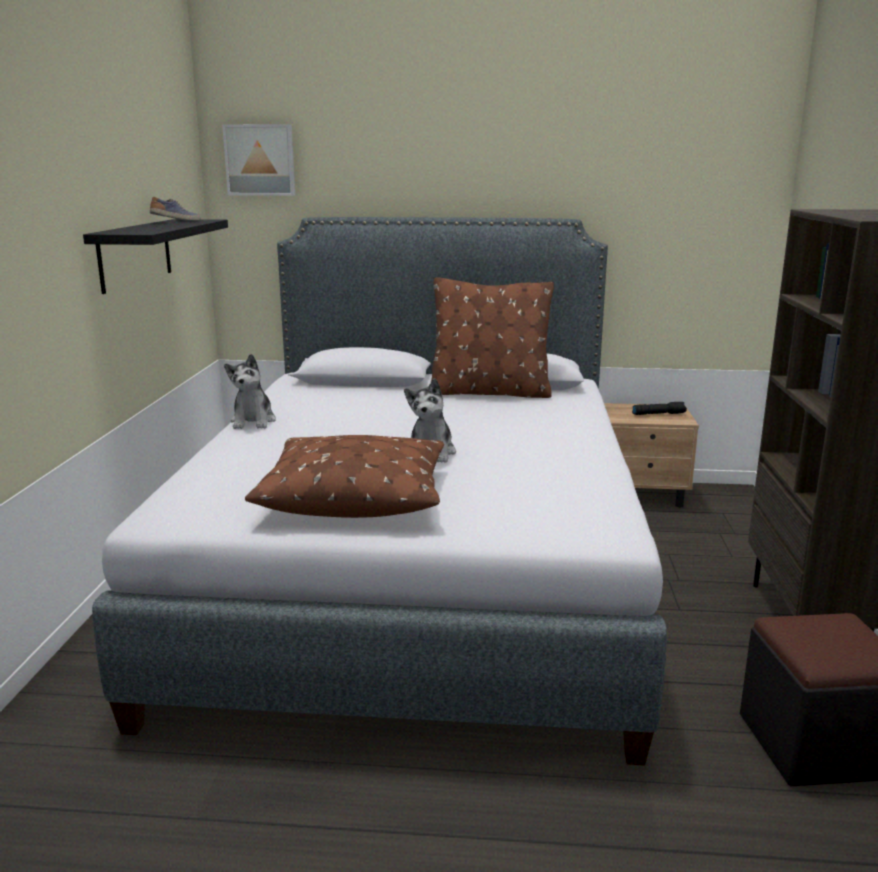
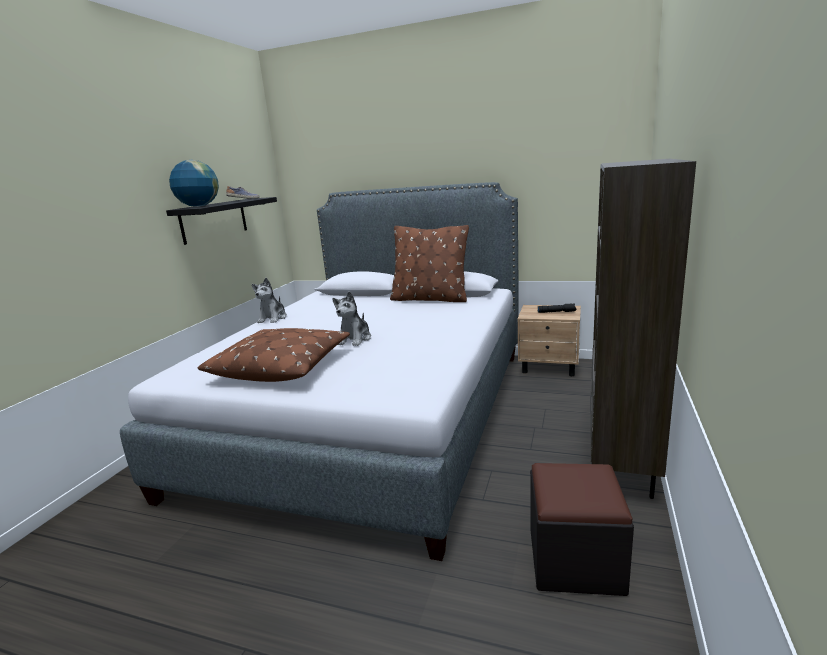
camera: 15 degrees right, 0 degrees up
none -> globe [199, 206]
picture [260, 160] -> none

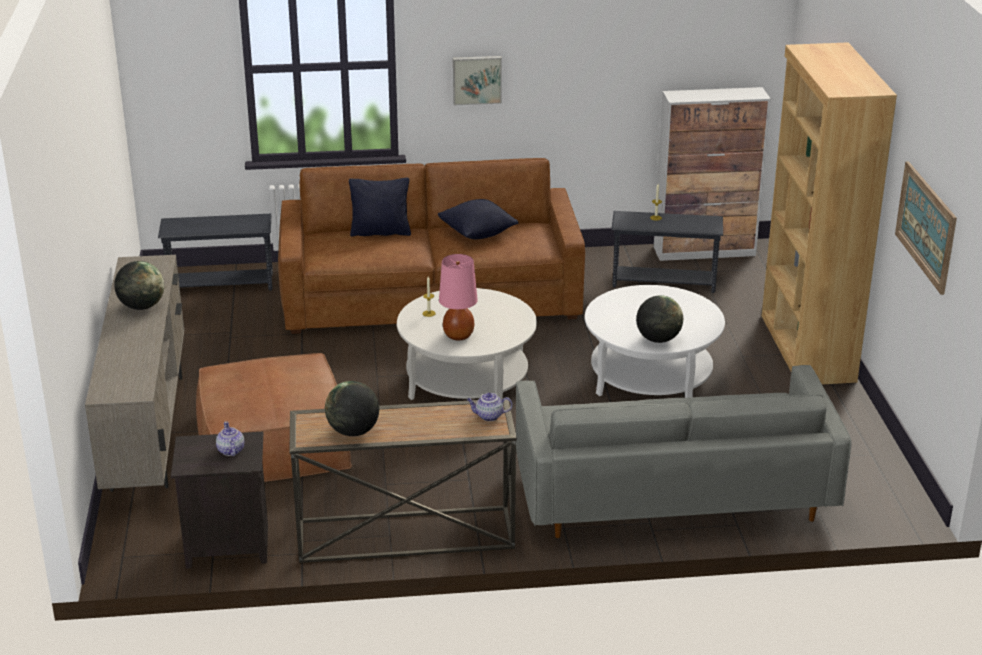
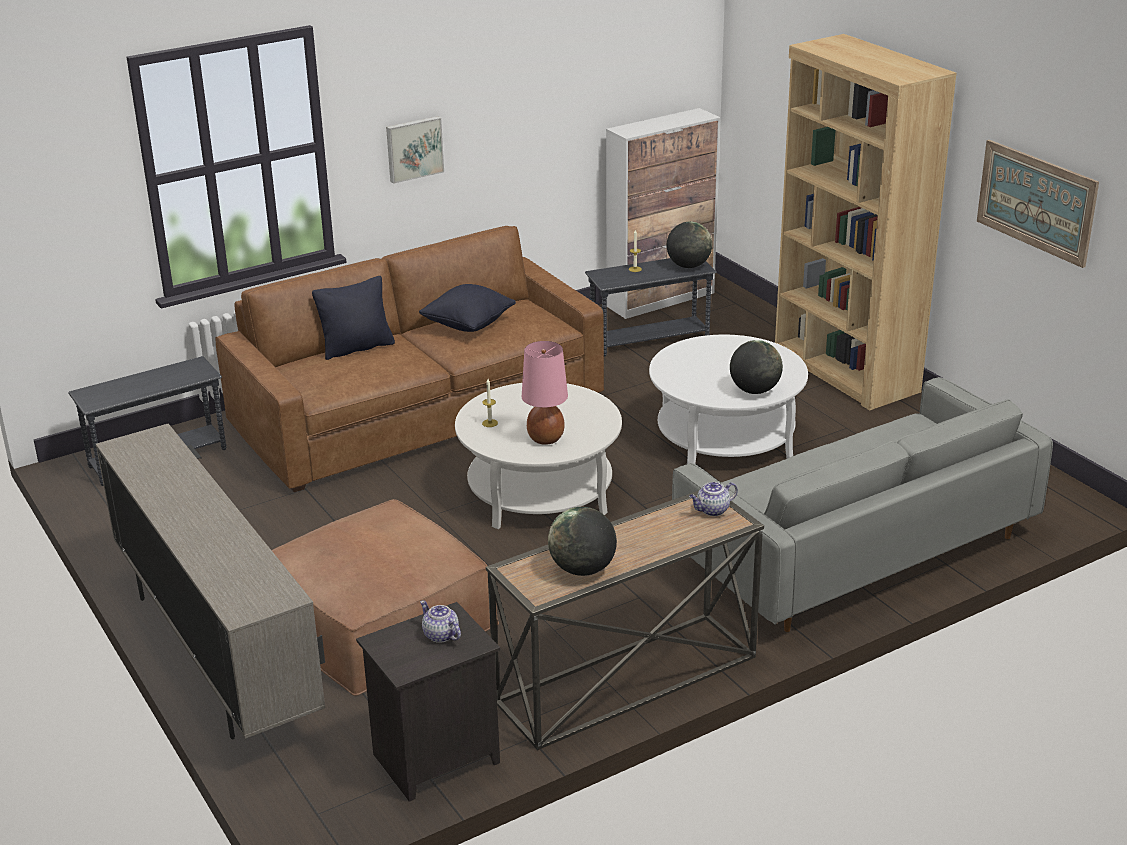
camera: 25 degrees left, 0 degrees up
globe [141, 306] -> globe [688, 266], shifted

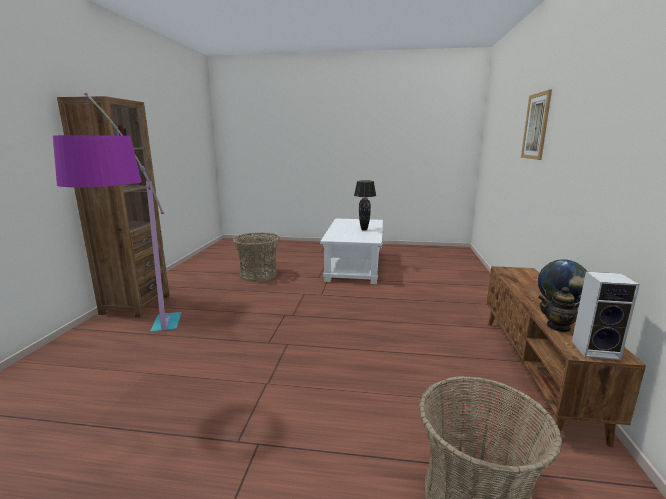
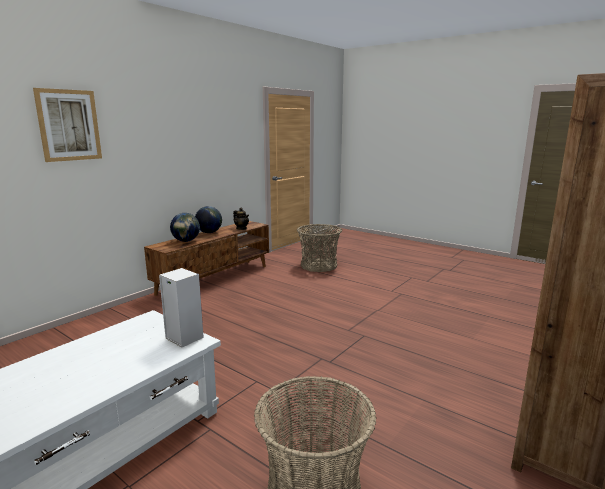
camera: 150 degrees left, 0 degrees up
speaker [596, 350] -> speaker [183, 337], shifted
none -> globe [186, 241]
floor lamp [153, 357] -> none
black table lamp [364, 229] -> none

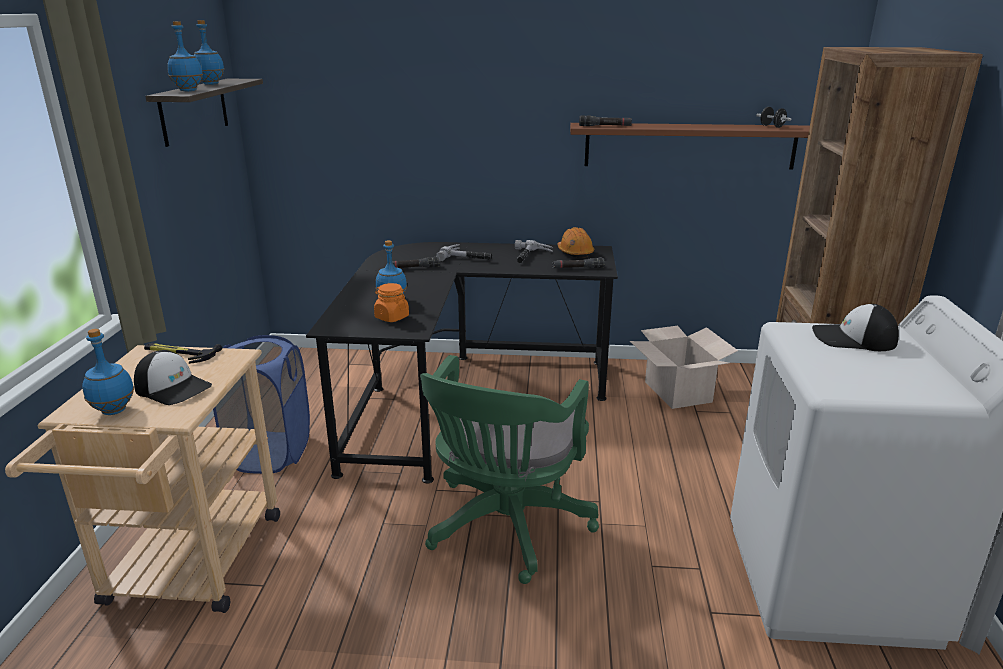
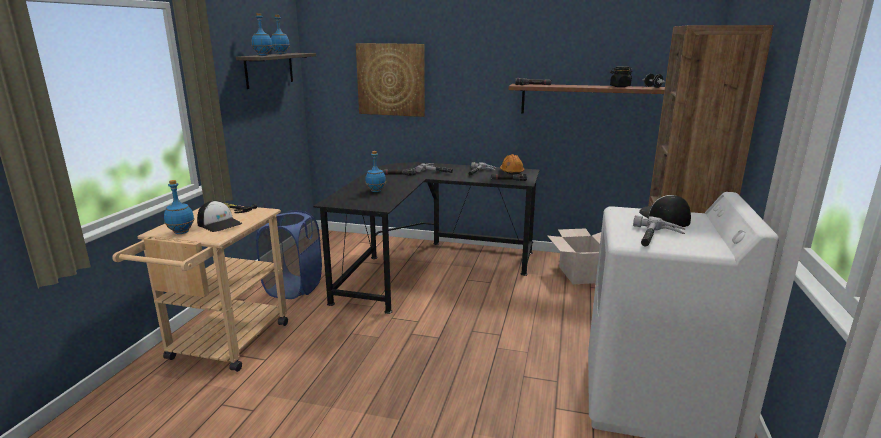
camera: 10 degrees right, 5 degrees down
none -> picture [391, 79]
none -> black jar [619, 86]
none -> hammer [655, 238]
cap [853, 339] -> cap [663, 218], 60 degrees clockwise
orange jar [391, 317] -> none
green office chair [505, 528] -> none

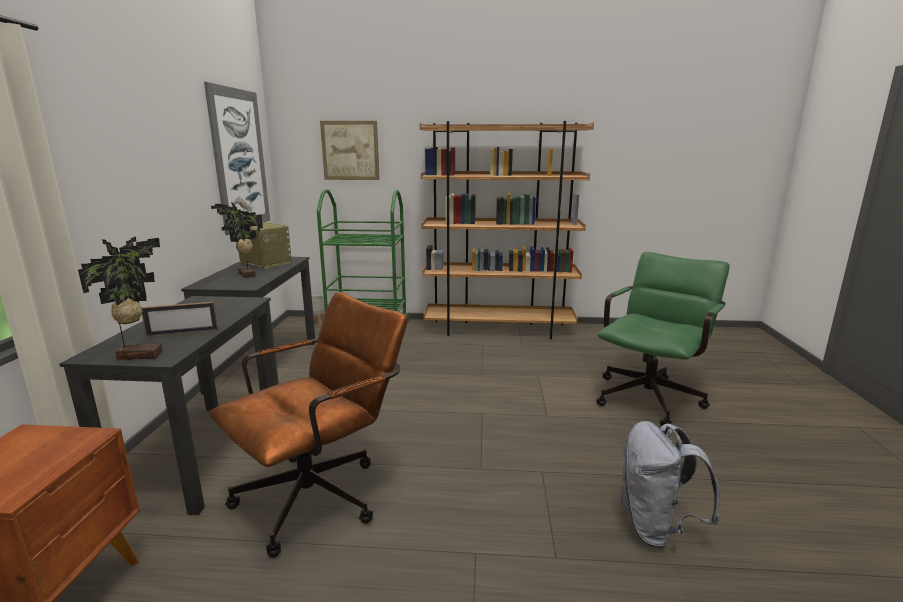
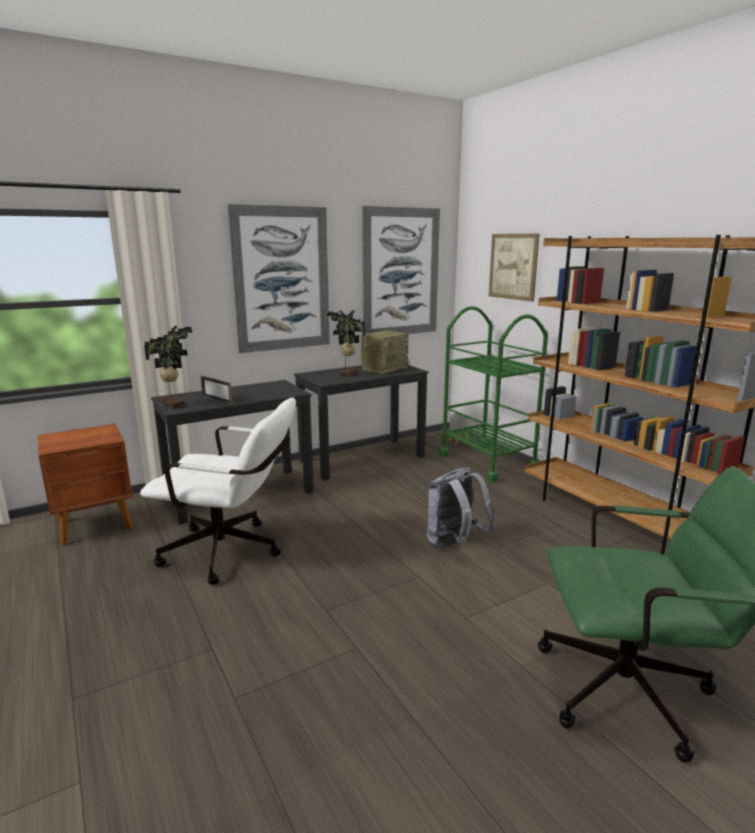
camera: 55 degrees right, 0 degrees up
brown office chair [321, 493] -> white office chair [231, 553]
none -> picture [282, 279]
radio [265, 263] -> radio [384, 368], 45 degrees clockwise
grey backpack [656, 527] -> grey backpack [454, 544], shifted

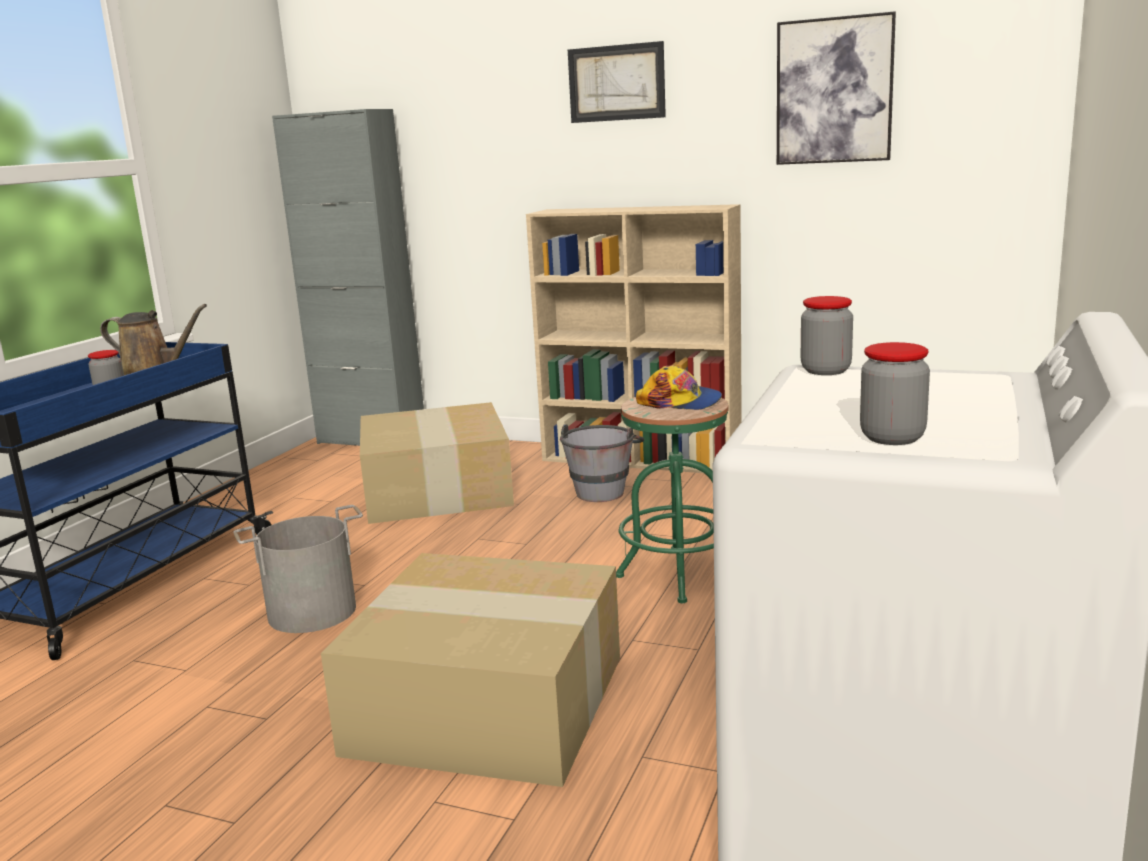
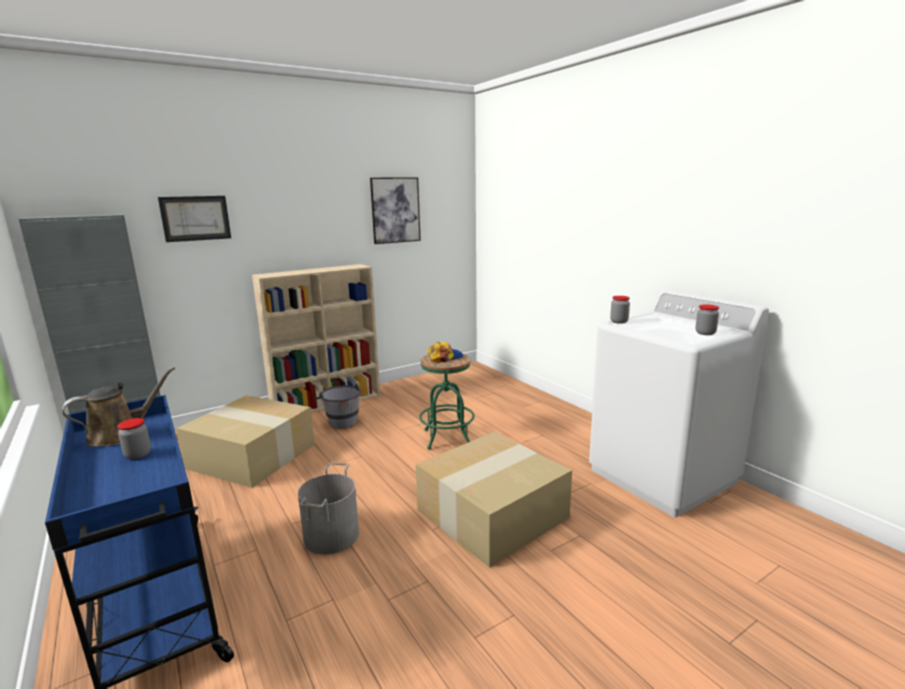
camera: 55 degrees left, 0 degrees up
picture [616, 83] -> picture [195, 218], shifted

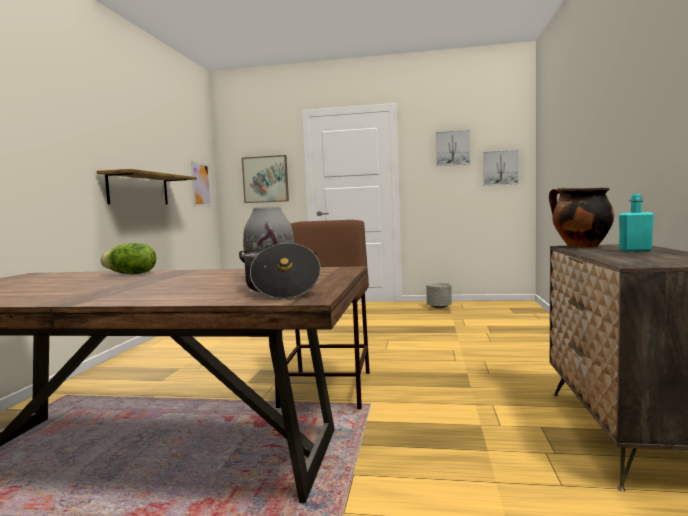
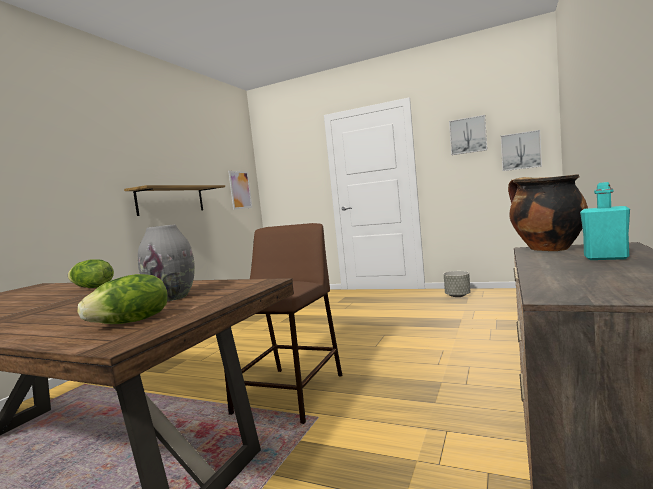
camera: 15 degrees right, 0 degrees up
cooking pot [280, 290] -> lettuce [131, 322]
picture [265, 179] -> none

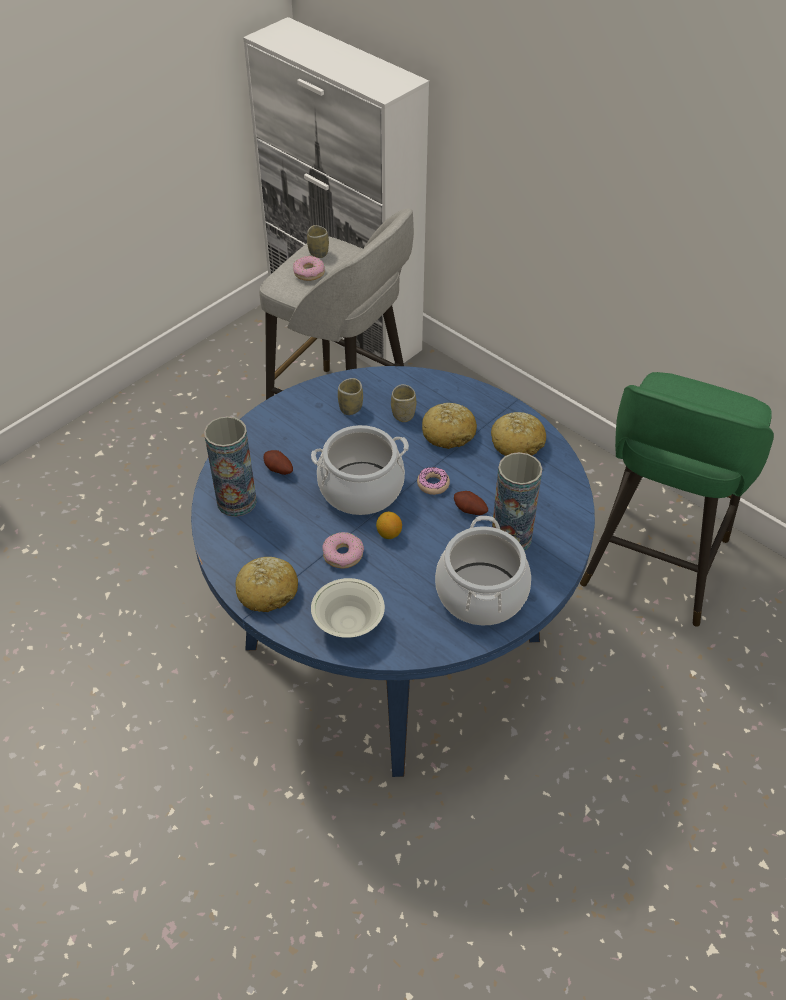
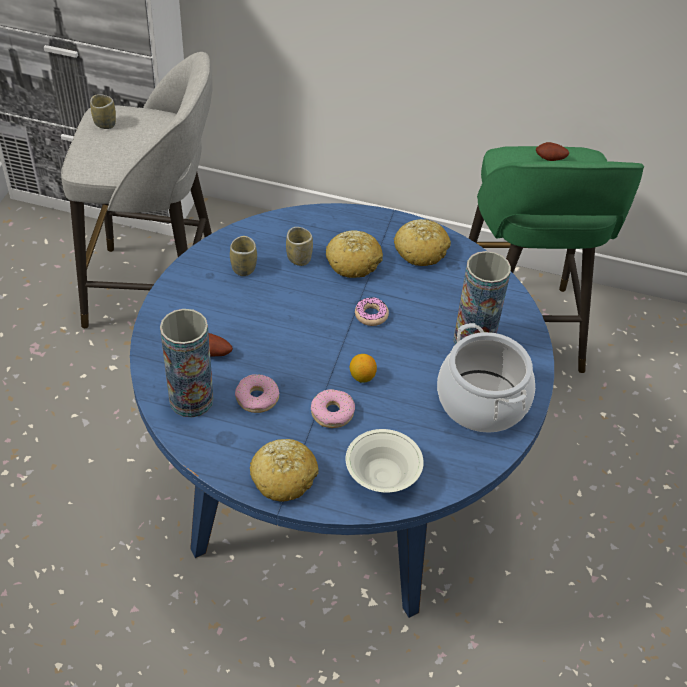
camera: 30 degrees left, 0 degrees up
donut [309, 272] -> donut [257, 398], shifted
potato [469, 511] -> potato [550, 159], shifted
cooking pot [361, 489] -> none

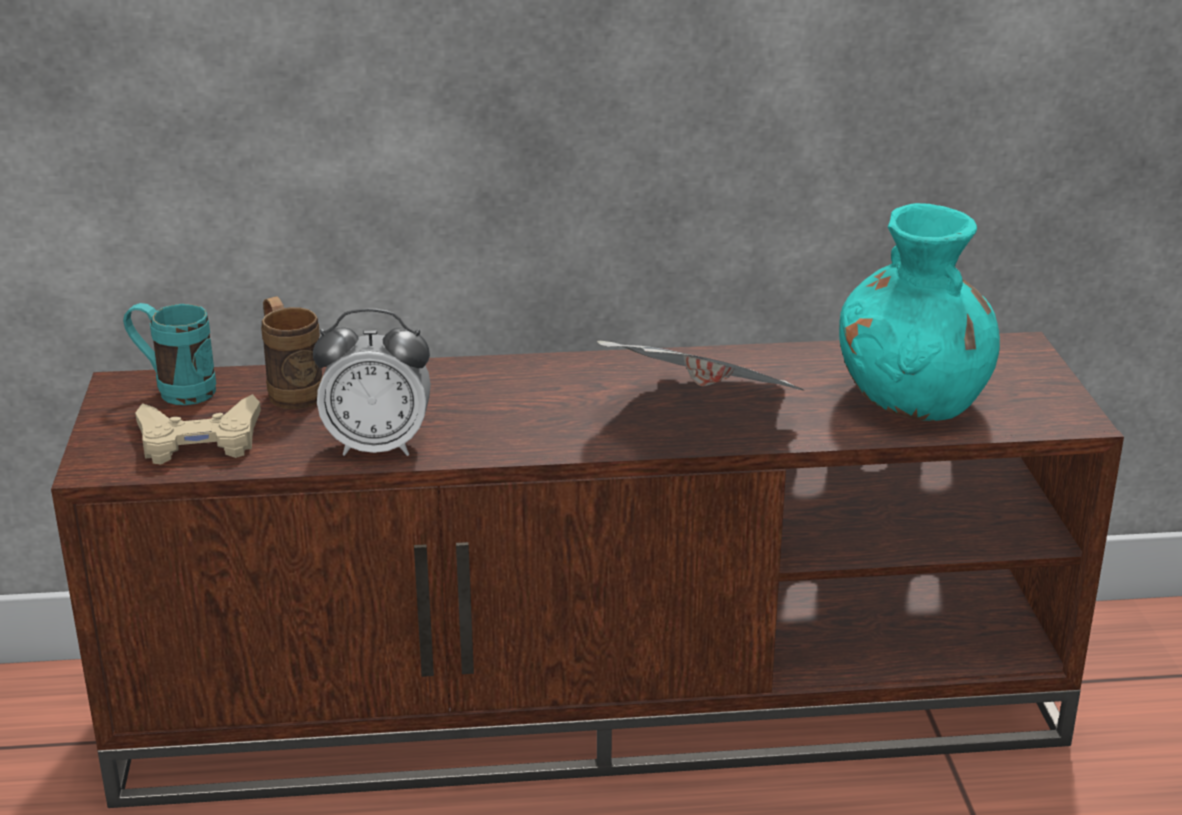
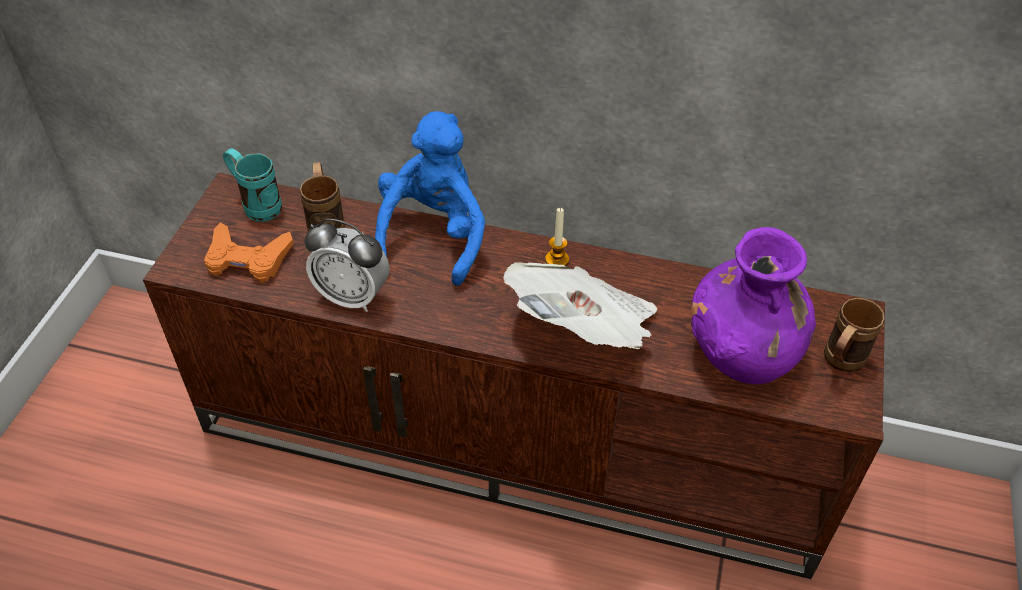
camera: 20 degrees right, 20 degrees up
beige game controller [199, 441] -> orange game controller [247, 259]
none -> blue plush toy [433, 235]
none -> candle [557, 259]
turquoise vase [913, 400] -> purple vase [742, 353]
none -> brown mug [839, 363]

